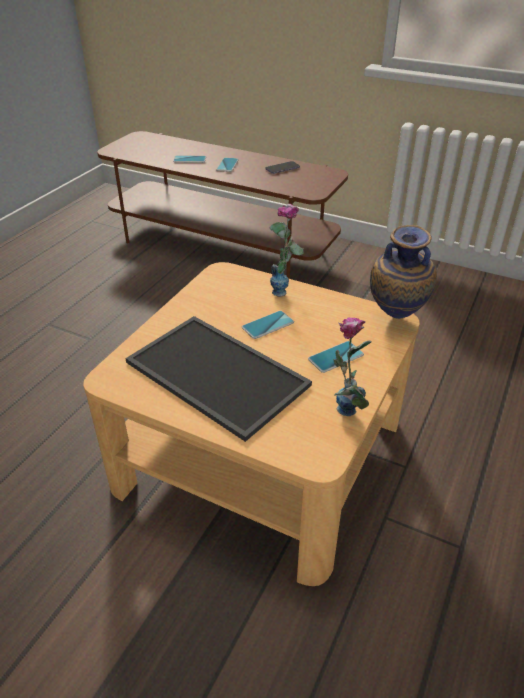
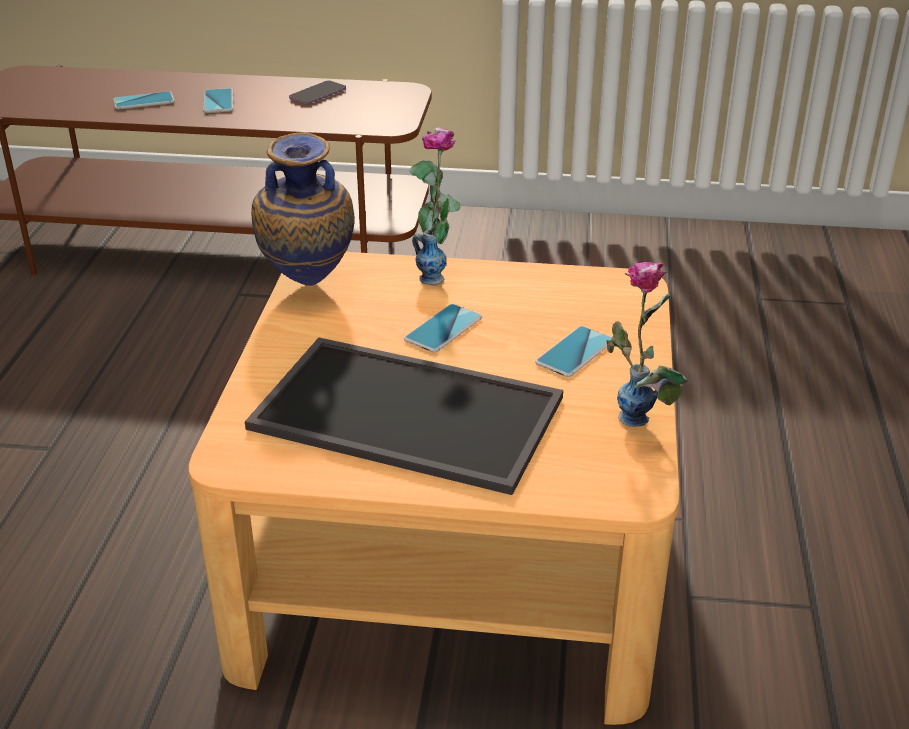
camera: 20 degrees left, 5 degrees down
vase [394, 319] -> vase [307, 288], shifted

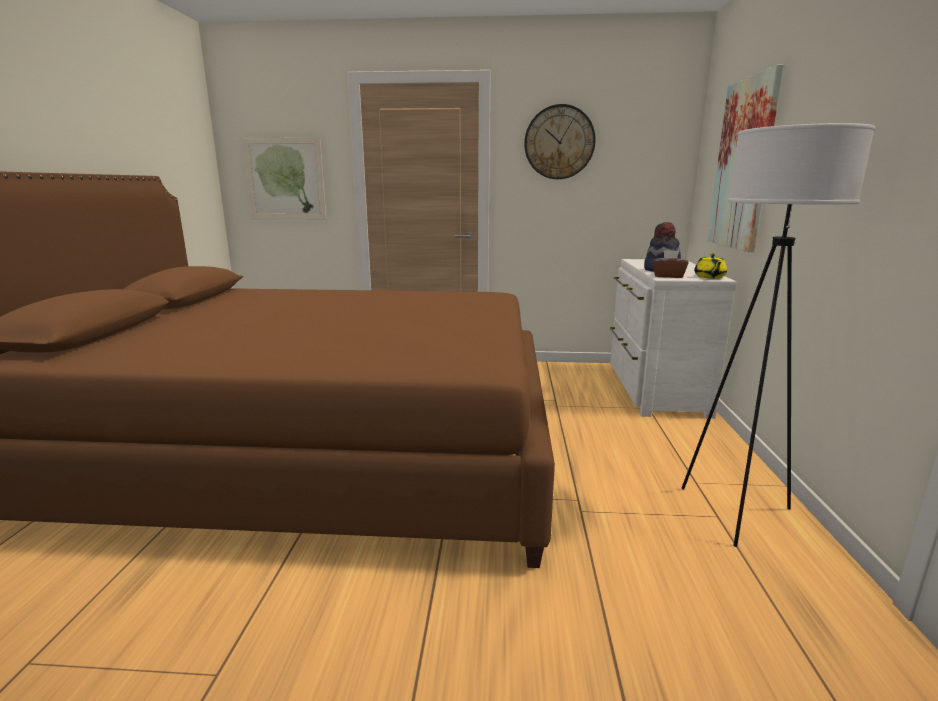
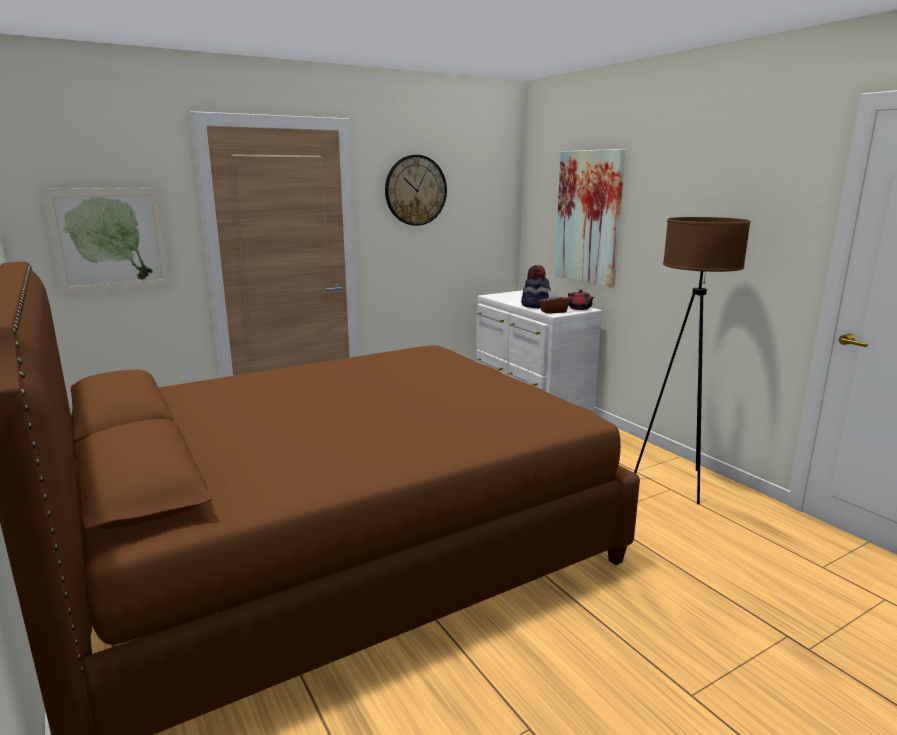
camera: 35 degrees left, 0 degrees up
yellow teapot [709, 277] -> red teapot [579, 308]
white floor lamp [736, 513] -> brown floor lamp [676, 483]

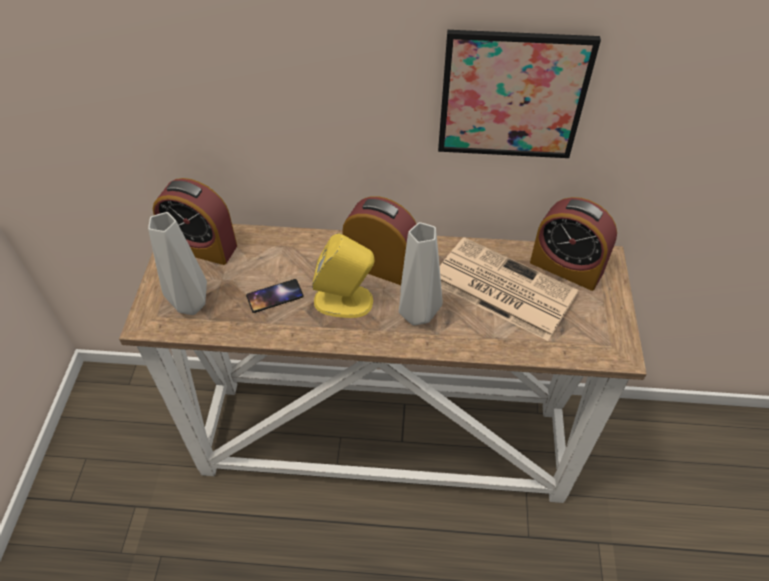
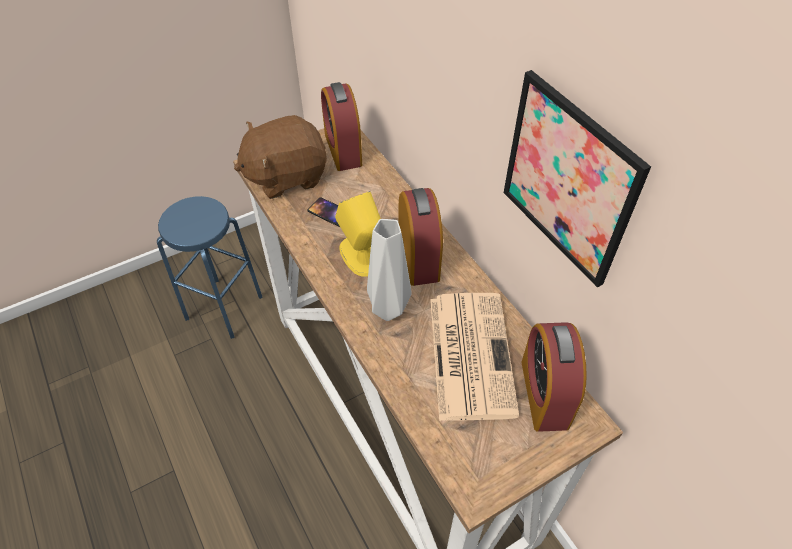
camera: 55 degrees right, 0 degrees up
none -> blue stool [224, 307]
grey vase [190, 306] -> brown plush toy [286, 176]

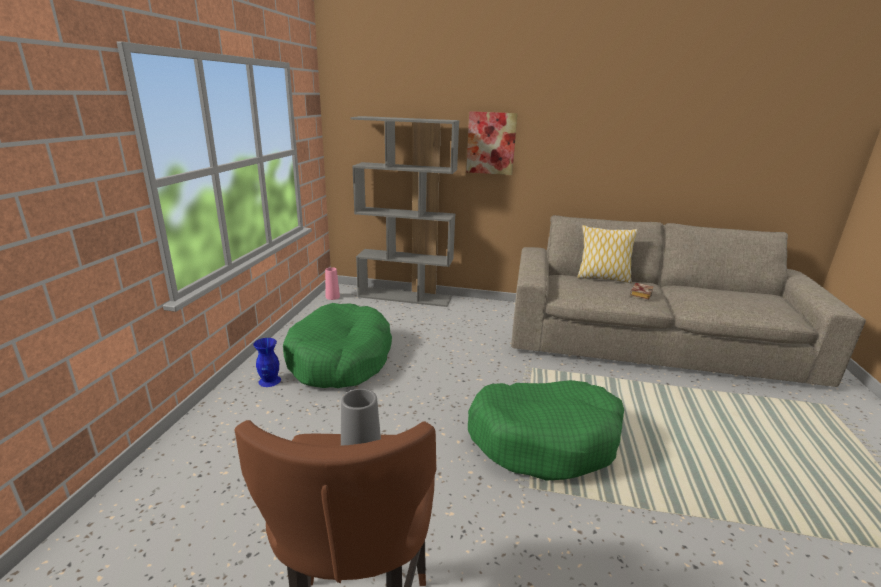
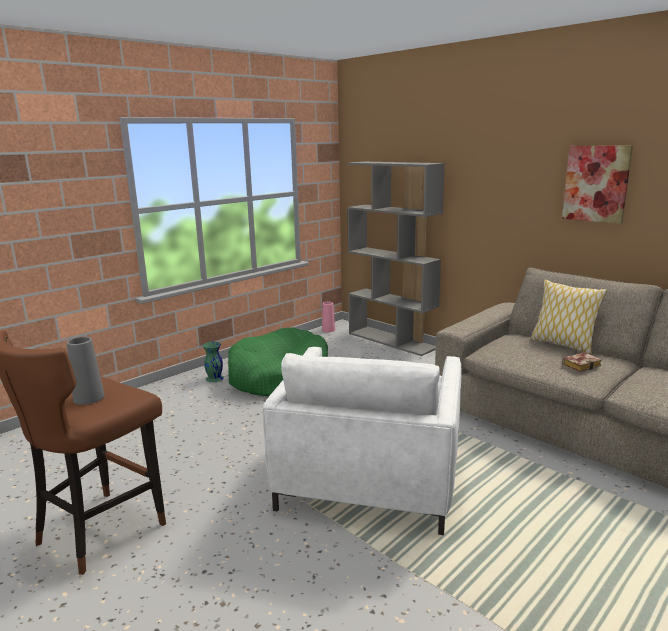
camera: 35 degrees right, 5 degrees down
blue vase [269, 381] -> green vase [214, 378]
green dog bed [545, 439] -> white armchair [369, 478]
picture [491, 143] -> picture [596, 183], shifted

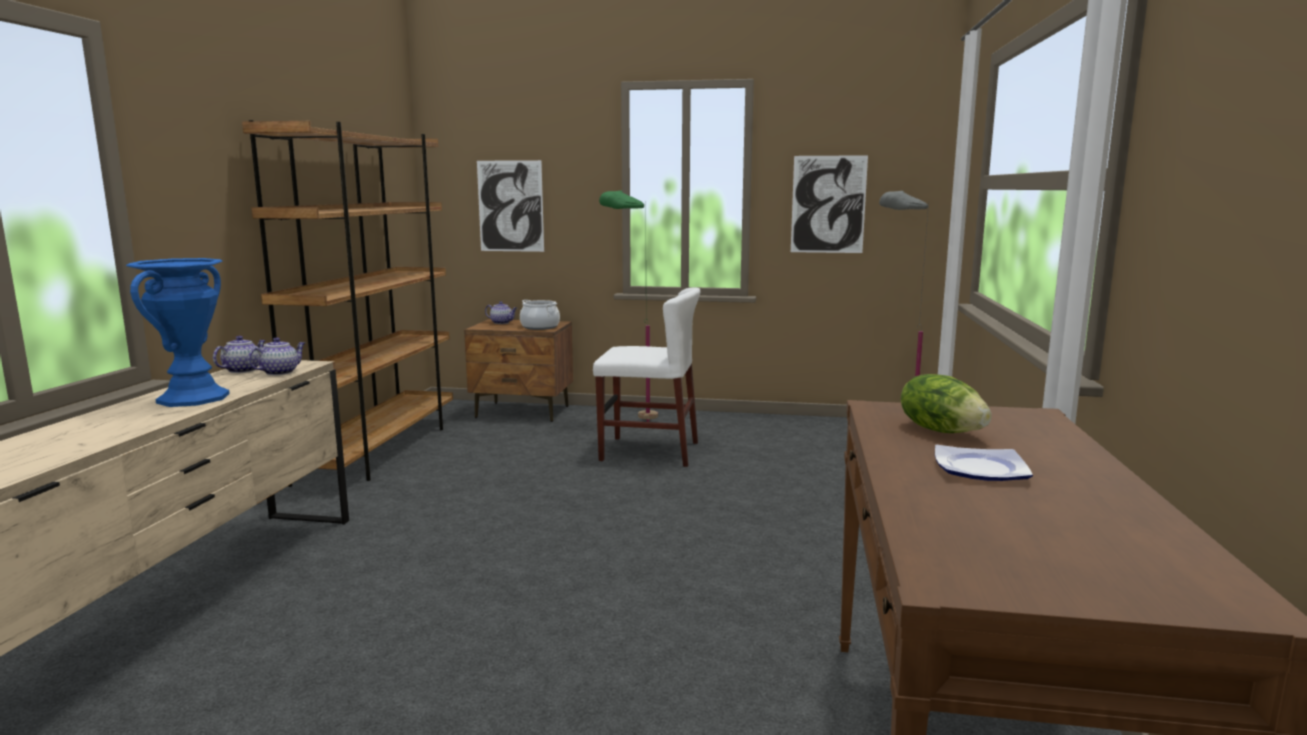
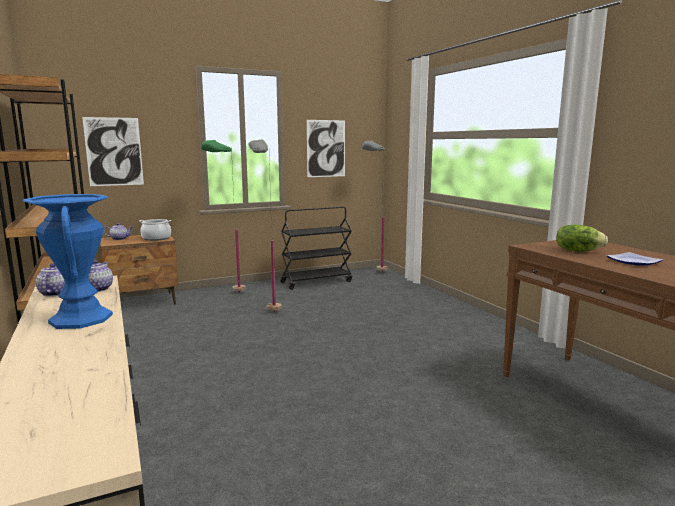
camera: 35 degrees left, 0 degrees up
white chair [649, 451] -> grey floor lamp [267, 308]
none -> black cart [316, 282]

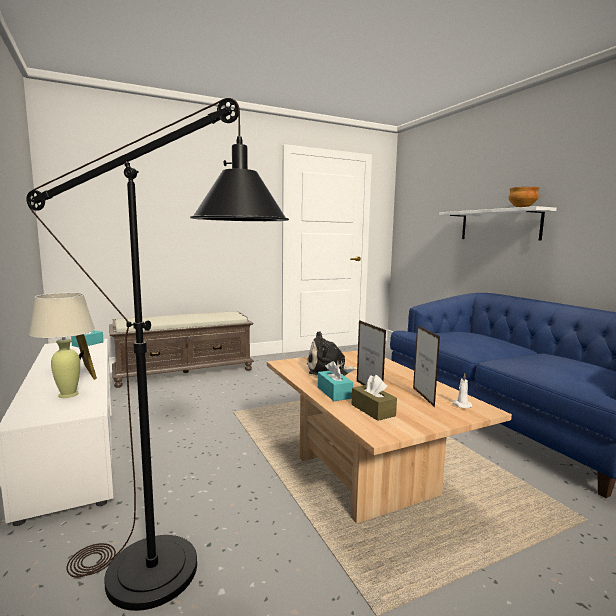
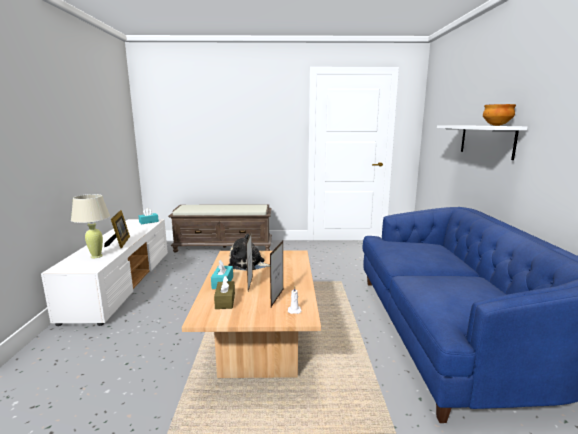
camera: 25 degrees right, 5 degrees up
black floor lamp [176, 577] -> none

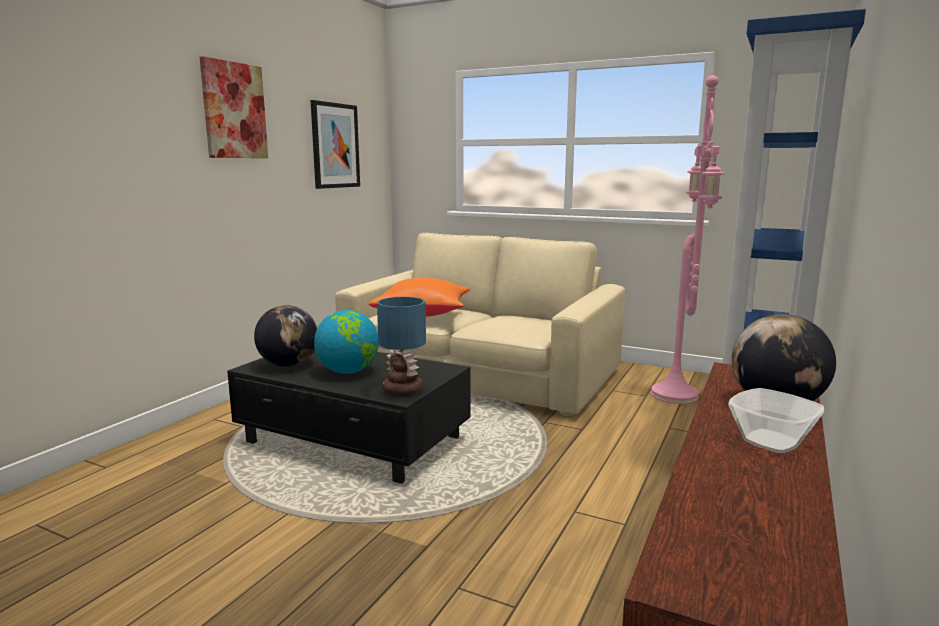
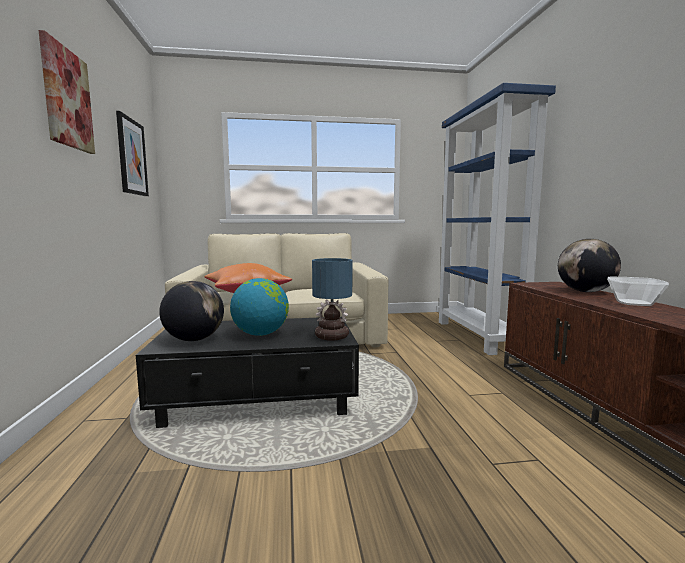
camera: 35 degrees left, 5 degrees down
pink floor lamp [677, 396] -> none

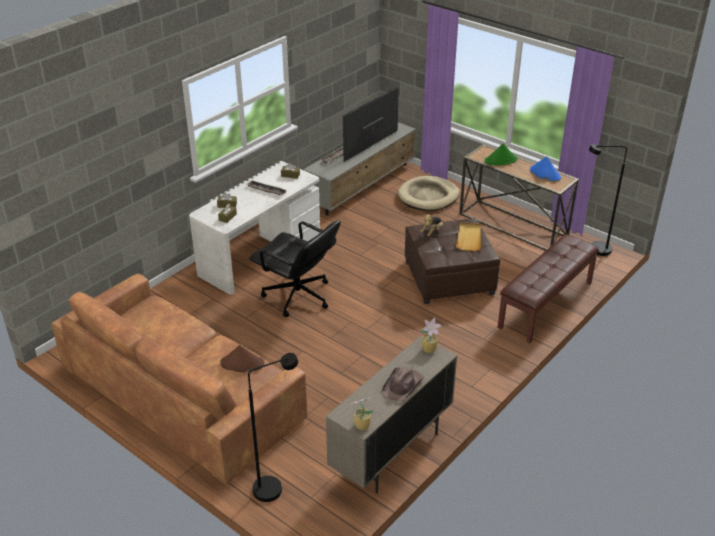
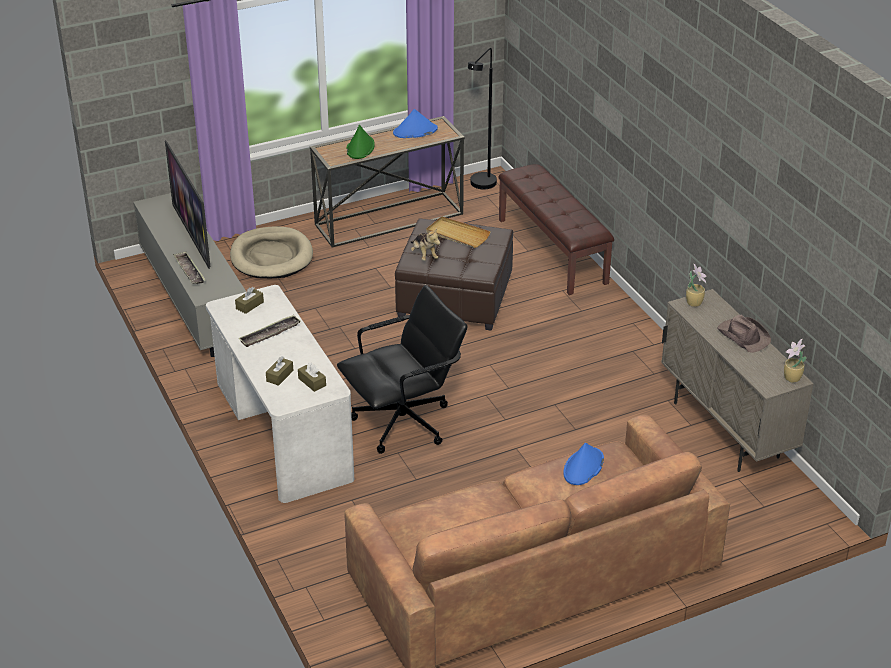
camera: 65 degrees left, 0 degrees up
brown hat [242, 363] -> blue hat [583, 467]
black floor lamp [275, 486] -> none

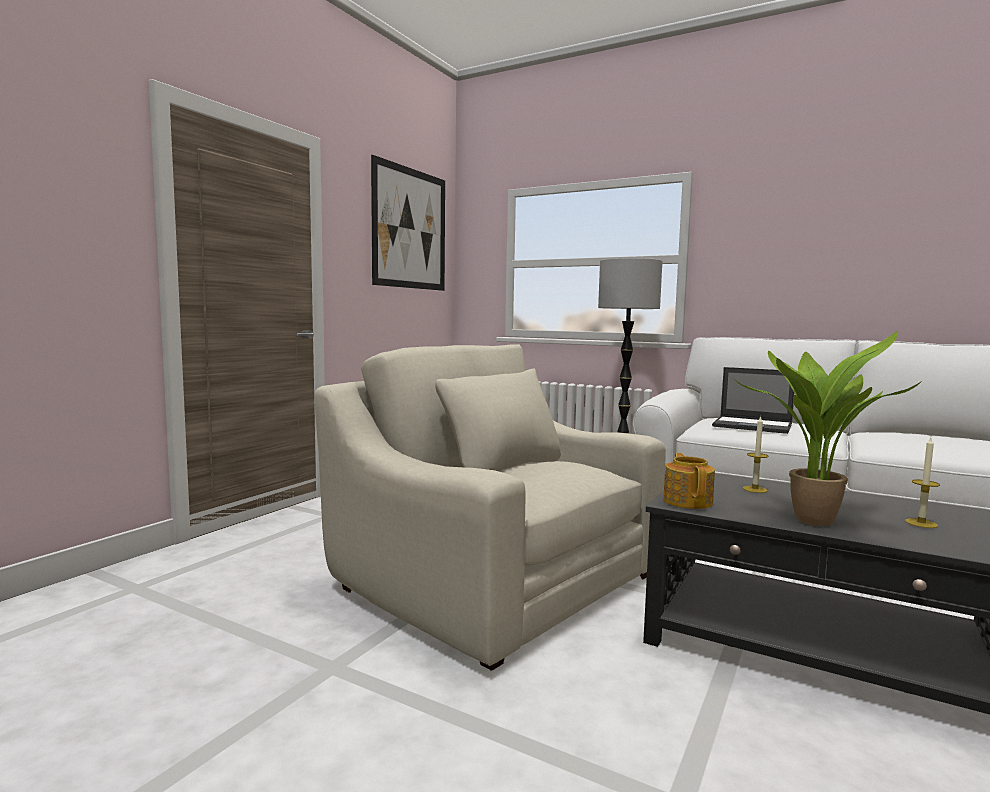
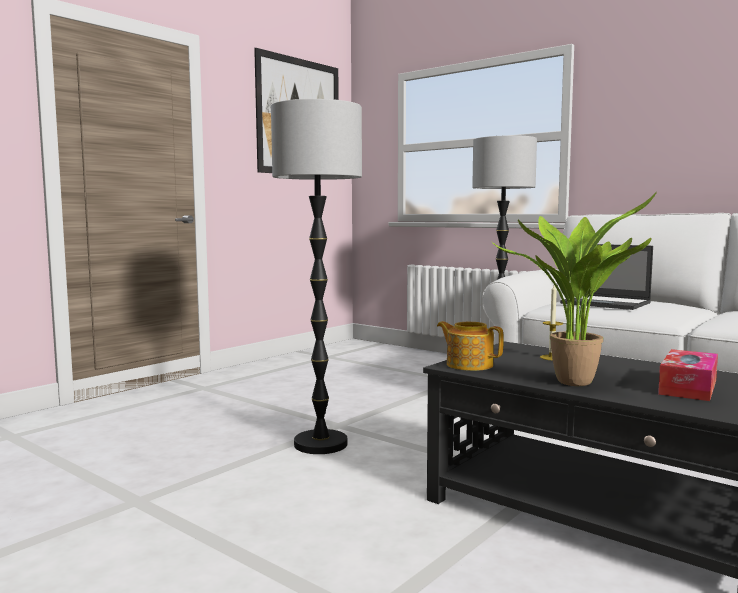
camera: 10 degrees right, 0 degrees up
beige armchair [494, 579] -> floor lamp [320, 444]
teapot [688, 501] -> teapot [469, 365], 60 degrees counterclockwise
candle [921, 523] -> tissue box [688, 387]

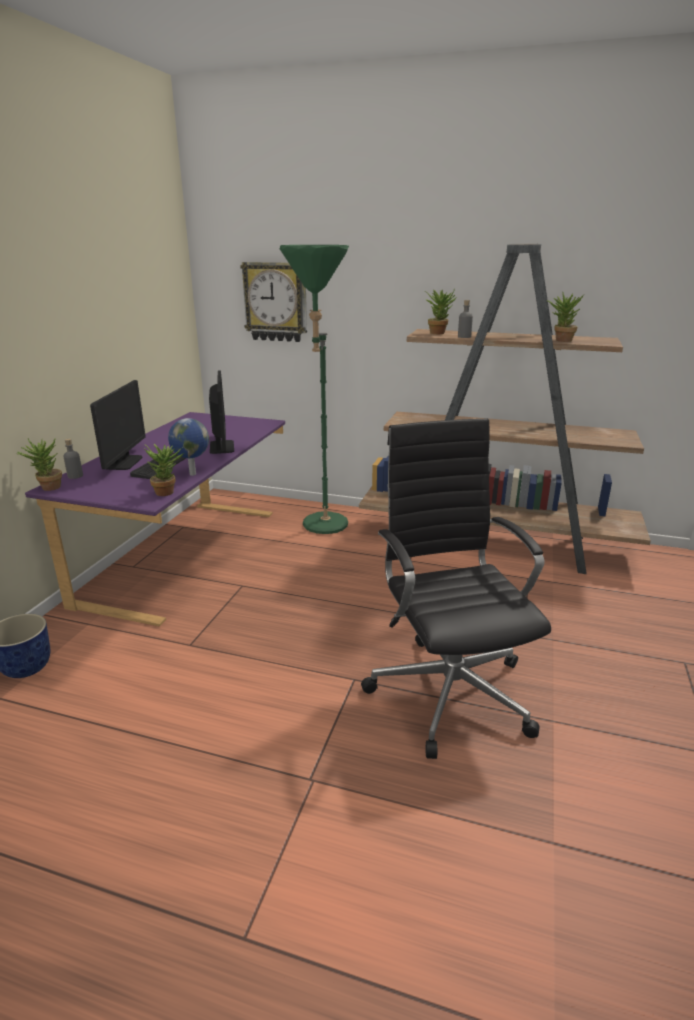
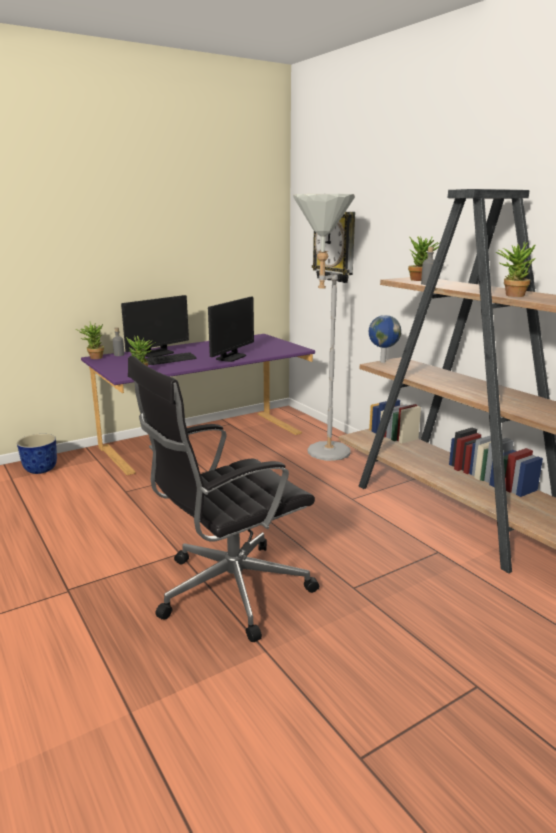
camera: 40 degrees right, 5 degrees down
black office chair [449, 689] -> black office chair [228, 590], 150 degrees counterclockwise
green floor lamp [321, 528] -> grey floor lamp [320, 454]
globe [192, 474] -> globe [382, 361], shifted

